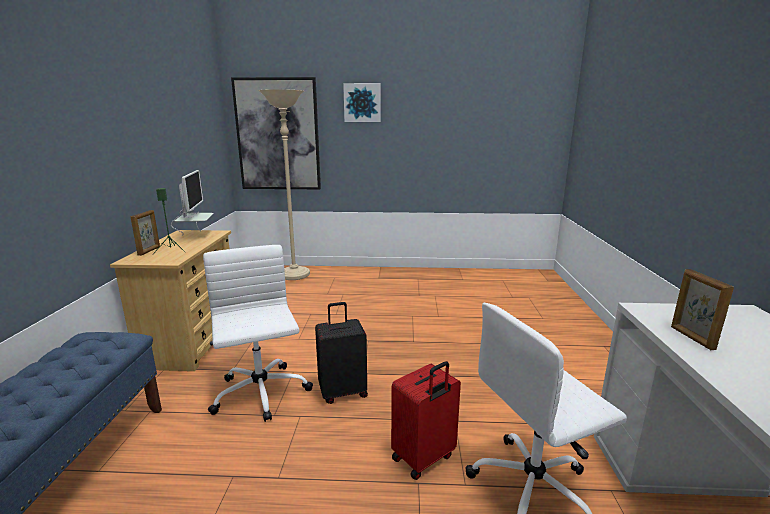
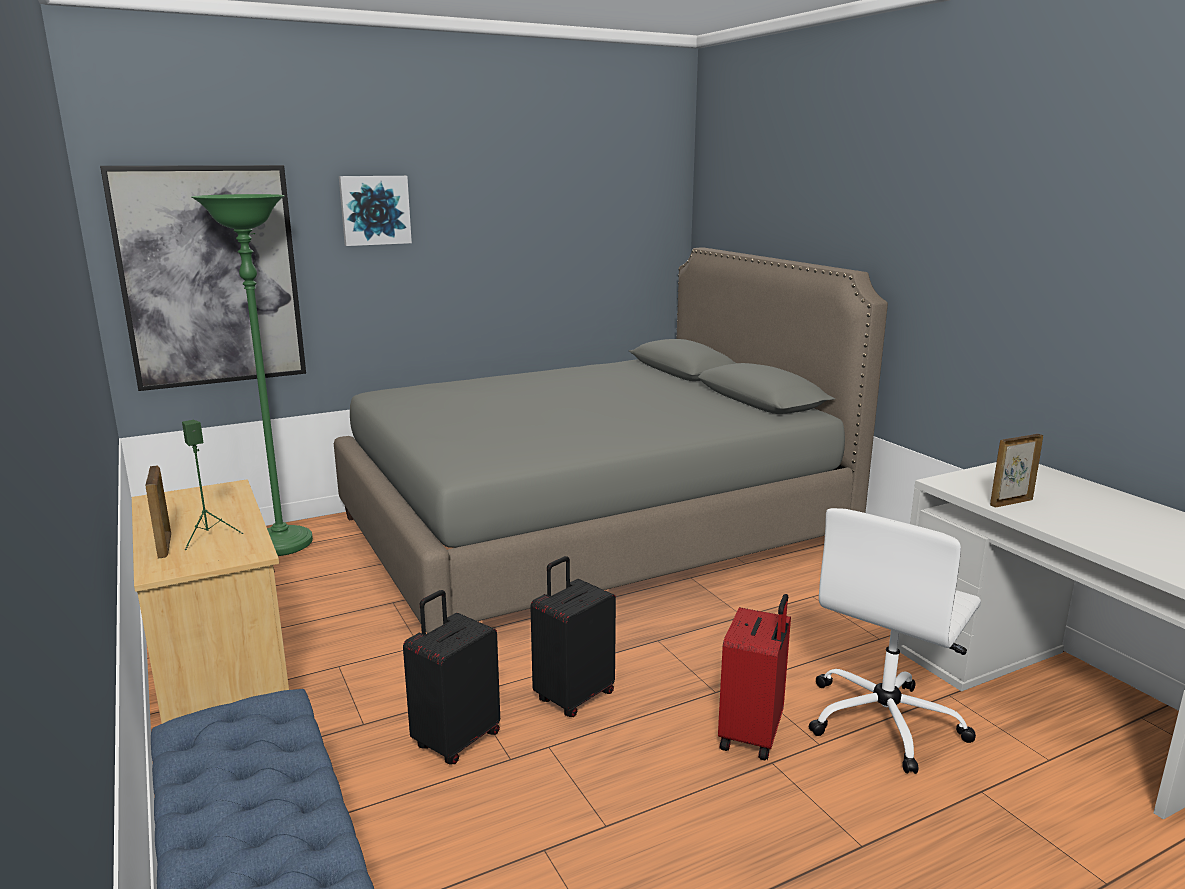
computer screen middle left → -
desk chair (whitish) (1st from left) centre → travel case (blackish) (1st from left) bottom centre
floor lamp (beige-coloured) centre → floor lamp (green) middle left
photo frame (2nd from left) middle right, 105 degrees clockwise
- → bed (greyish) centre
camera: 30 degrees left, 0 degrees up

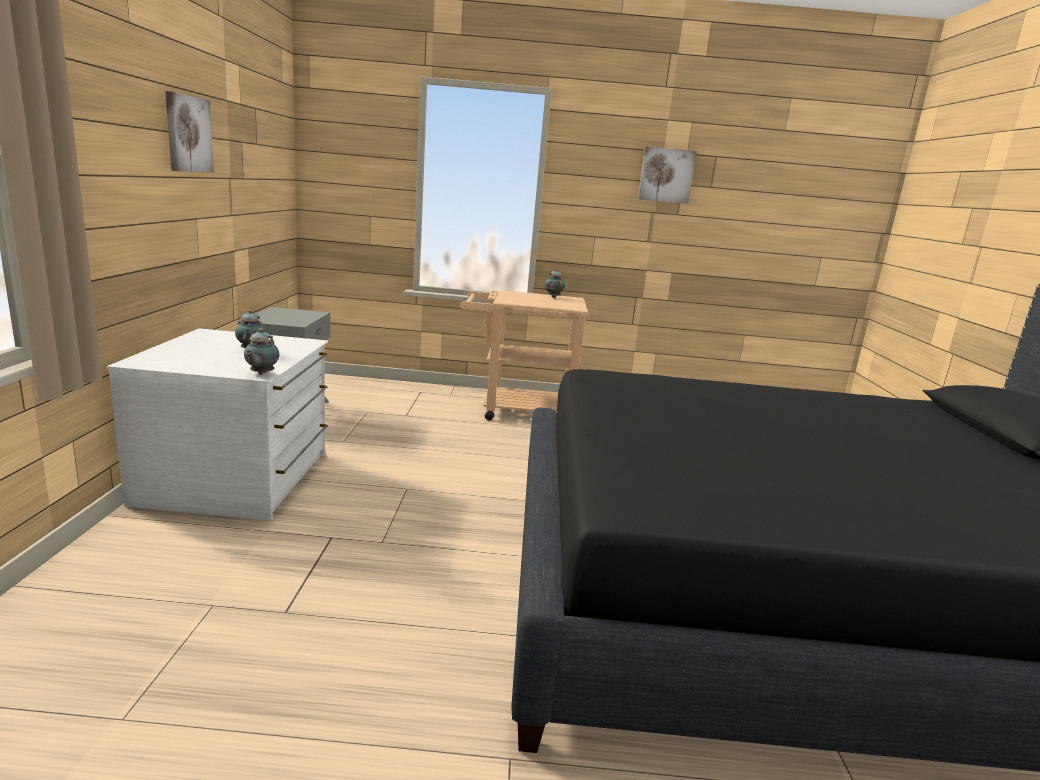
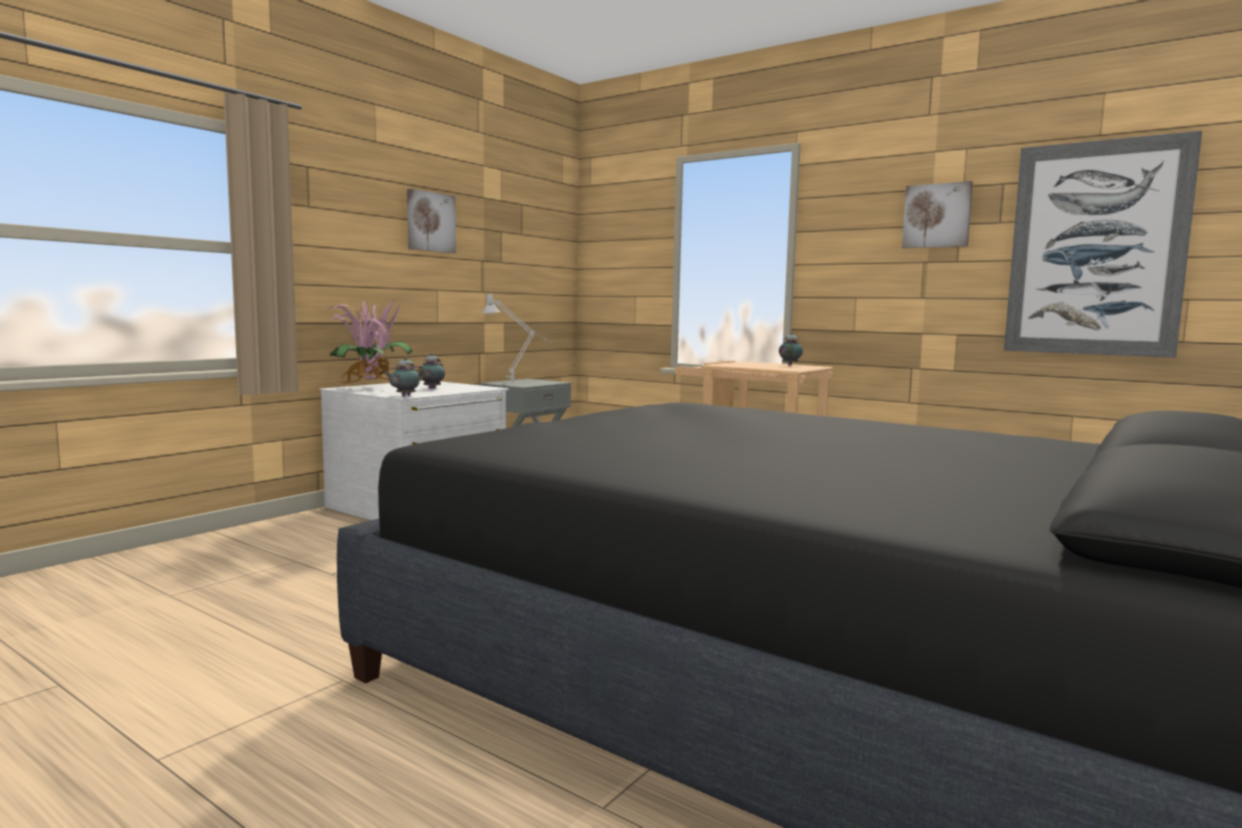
- → plant in a pot middle left
- → lamp for a table (greyish) centre
- → wall art (3rd from left) top right
camera: 35 degrees right, 10 degrees down

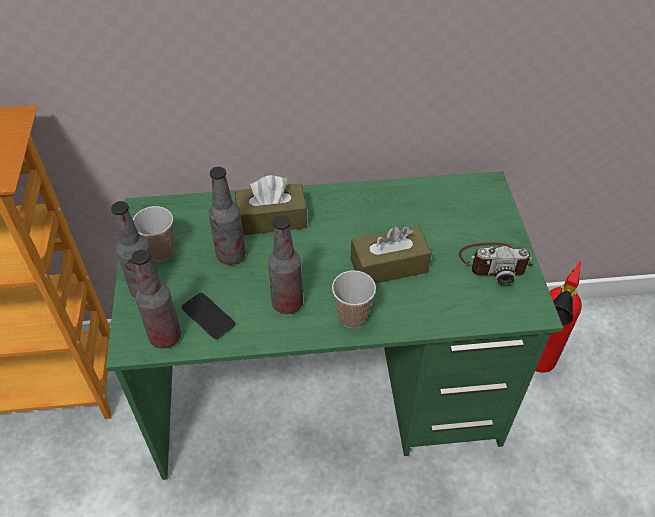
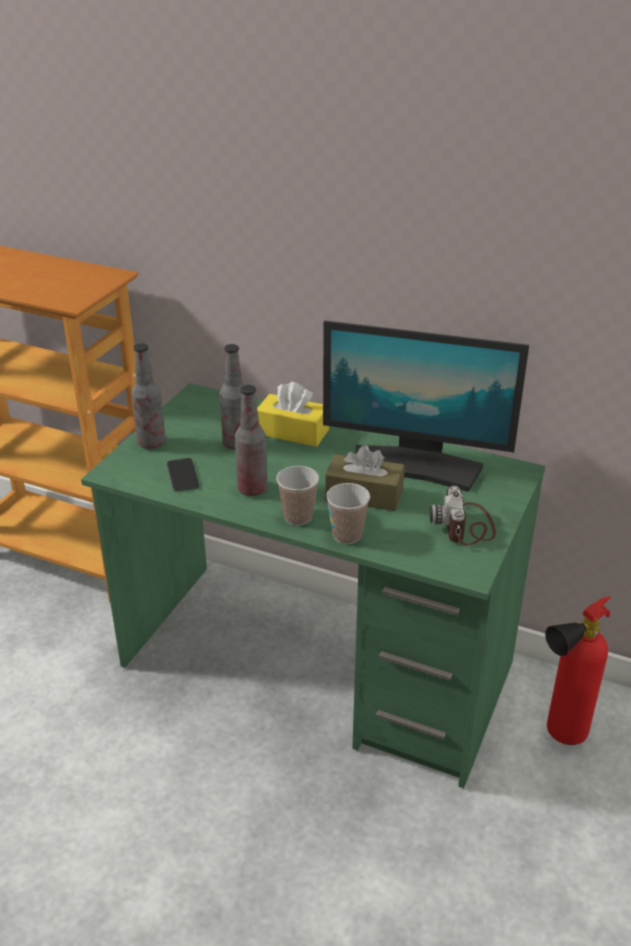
drink bottle (2nd from left) middle left → -
small cup (1st from left in the first image) middle left → small cup (2nd from left) centre, moved
tissue box (brown) (1st from left) centre → tissue box (yellow) centre
still camera middle right, 60 degrees clockwise
- → computer screen middle right
camera: 30 degrees right, 15 degrees down

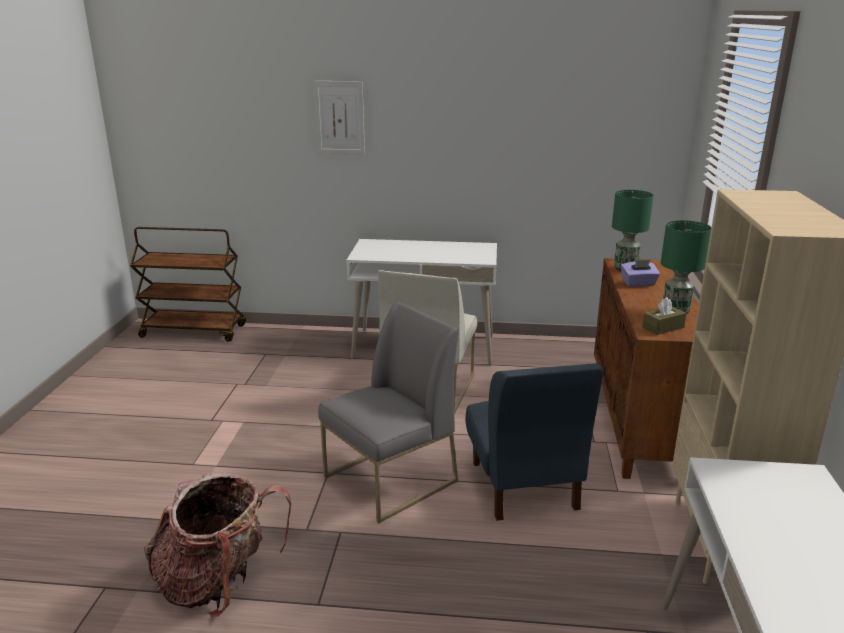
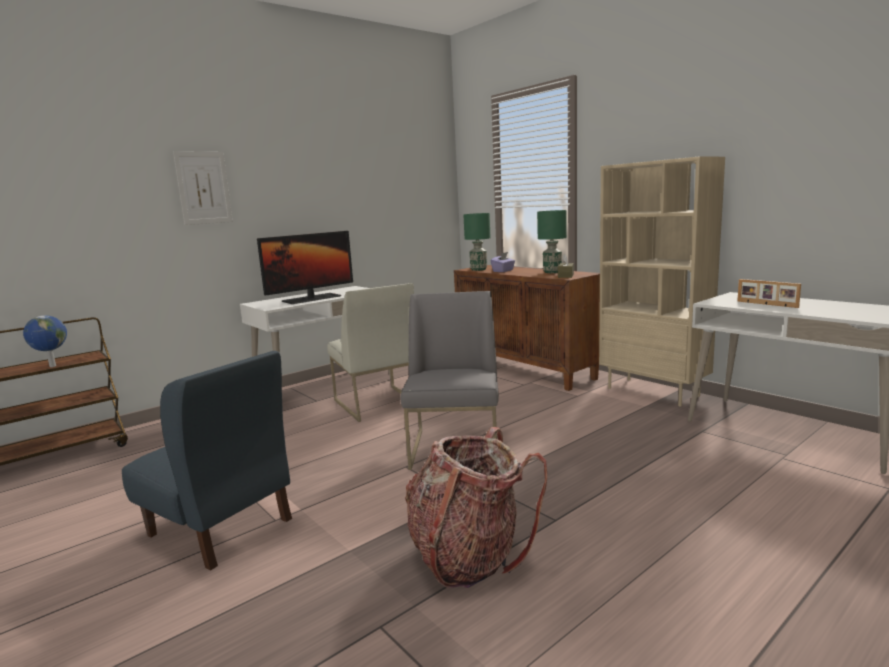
chair (blue) bottom centre → chair (blue) bottom left, moved
- → globe middle left
- → computer screen centre
- → photo frame middle right
camera: 45 degrees left, 10 degrees down

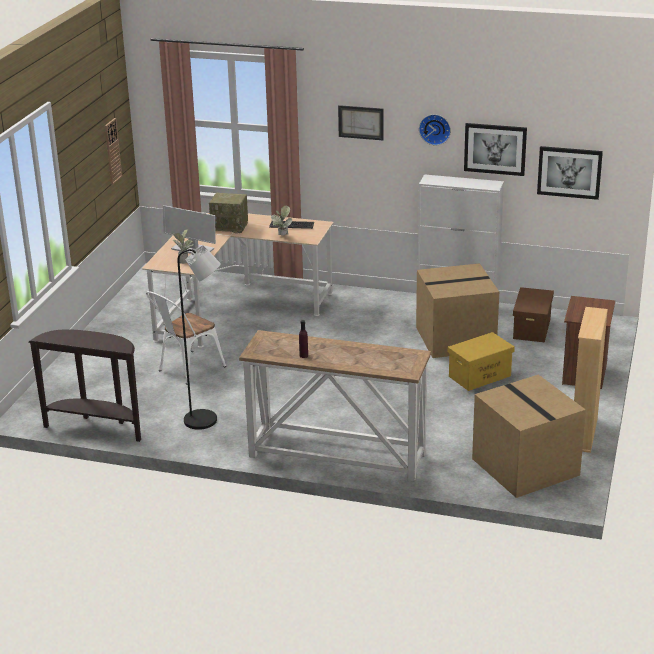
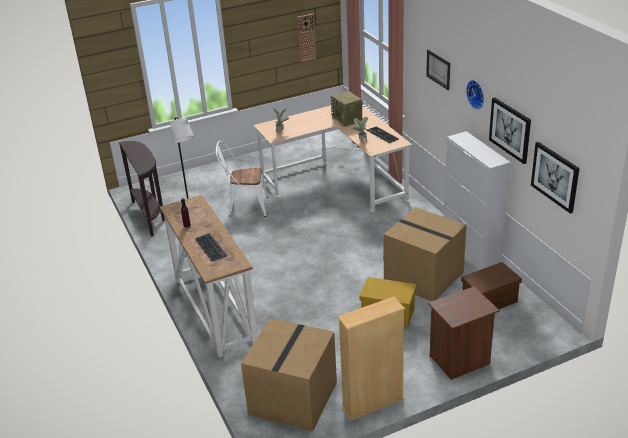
computer screen middle left → -
- → keyboard (1st from left) centre
camera: 50 degrees right, 5 degrees up

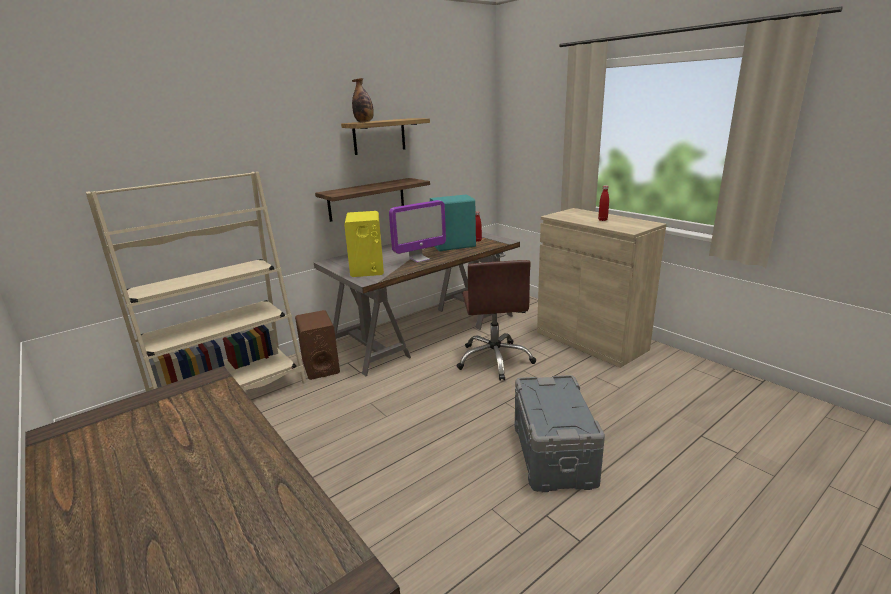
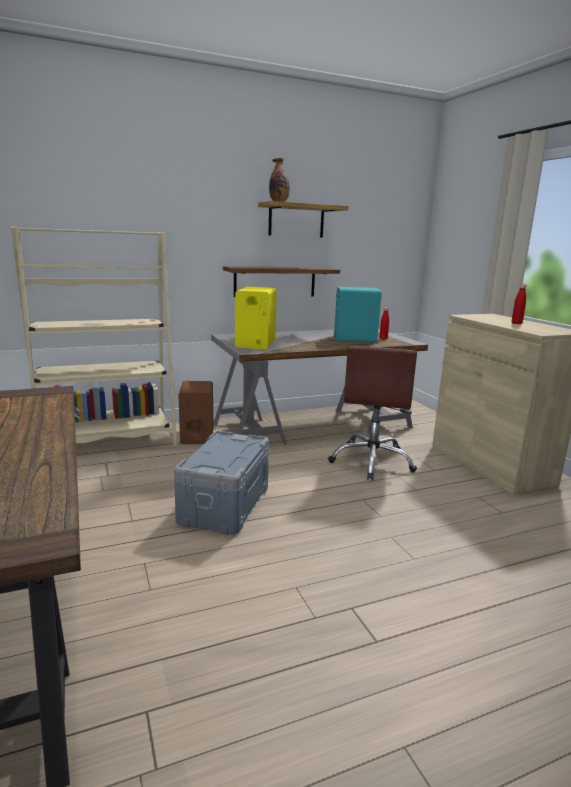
computer screen centre → -
storage box (greyish) bottom centre → storage box (greyish) centre, moved
camera: 15 degrees right, 5 degrees down

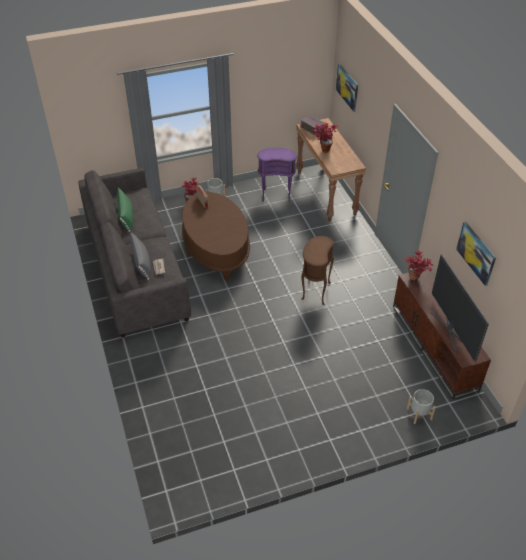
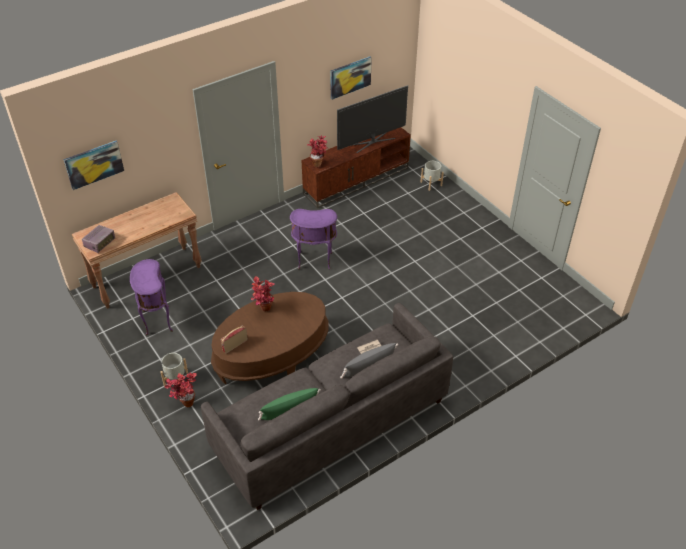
side table (brown) centre → side table (purple-coloured) (2nd from left) centre
plant in a pot (2nd from left) top centre → plant in a pot (2nd from left) centre, moved
camera: 105 degrees left, 0 degrees up

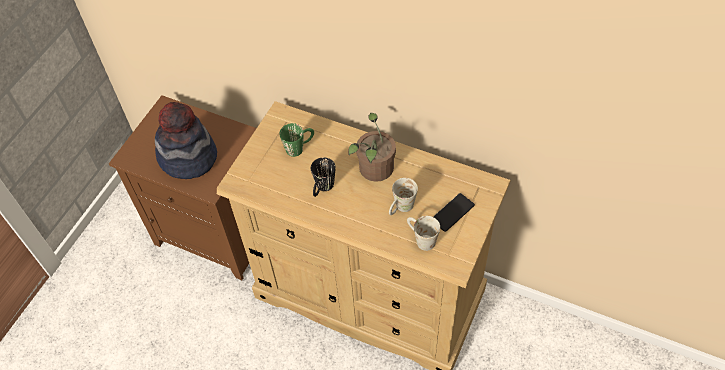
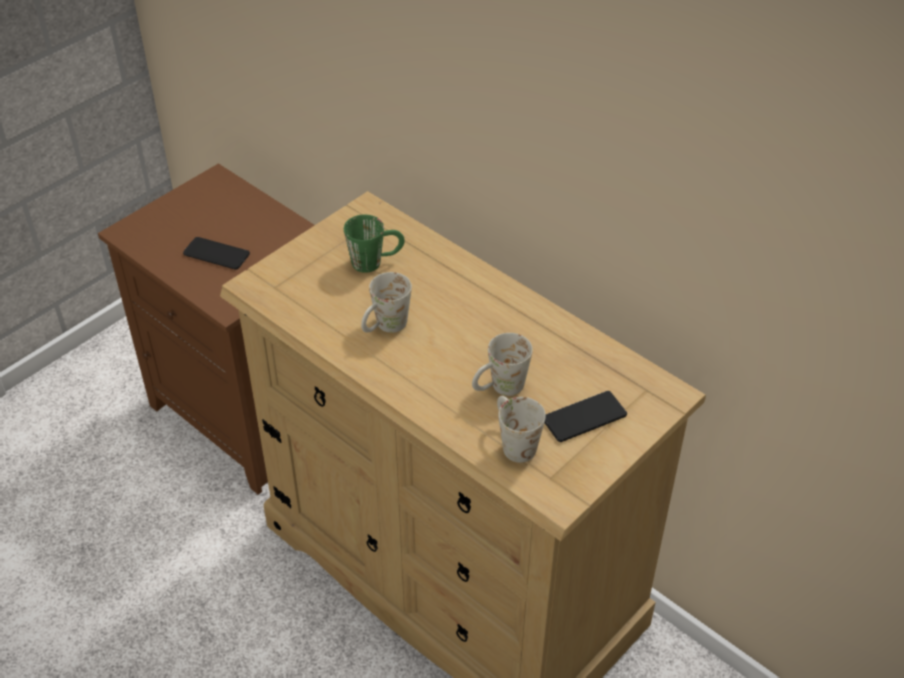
hat middle left → handset (1st from left) middle left
coffee mug (blackish) centre → coffee mug (whitish) (1st from left) centre
plant in a pot centre → -
camera: 15 degrees right, 10 degrees down

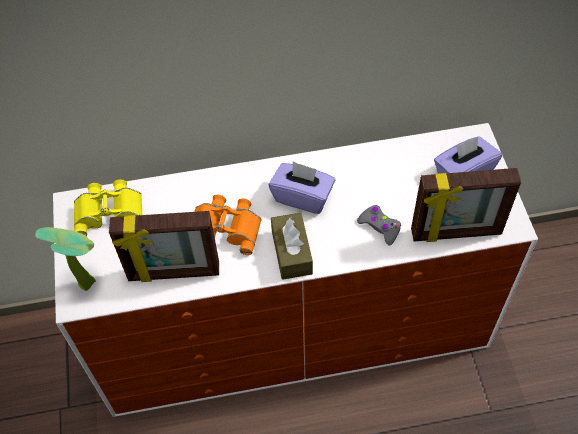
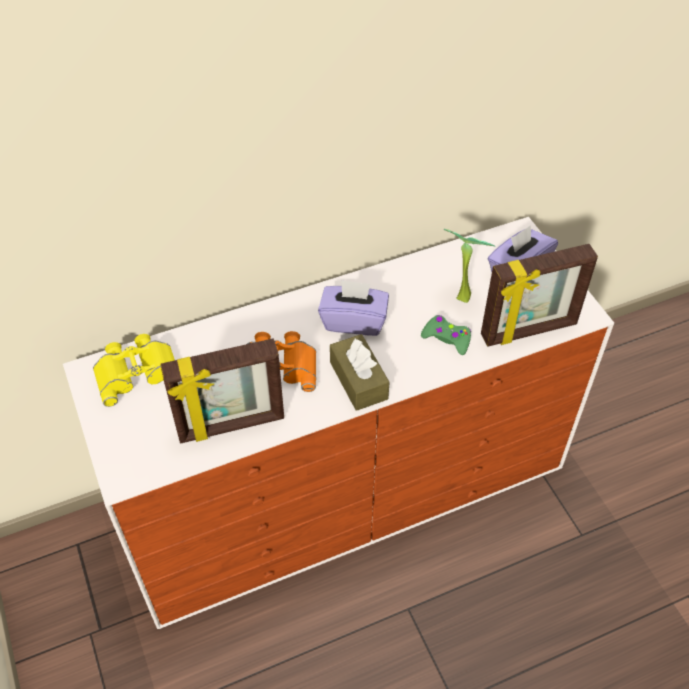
plant in a pot middle left → plant in a pot middle right, moved
joypad (greyish) centre → joypad (green) centre
camera: 15 degrees left, 5 degrees down

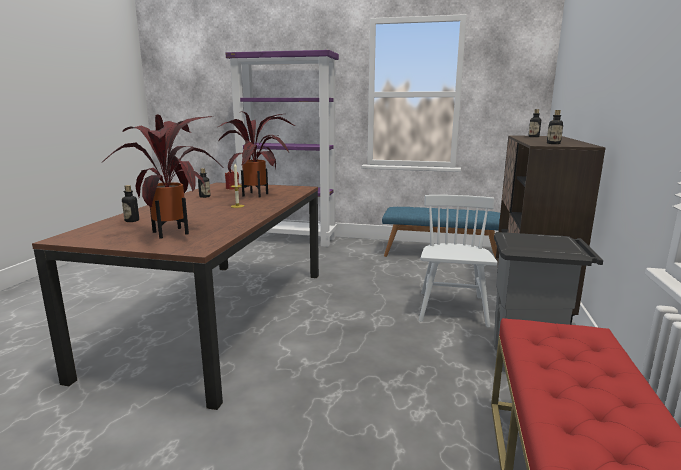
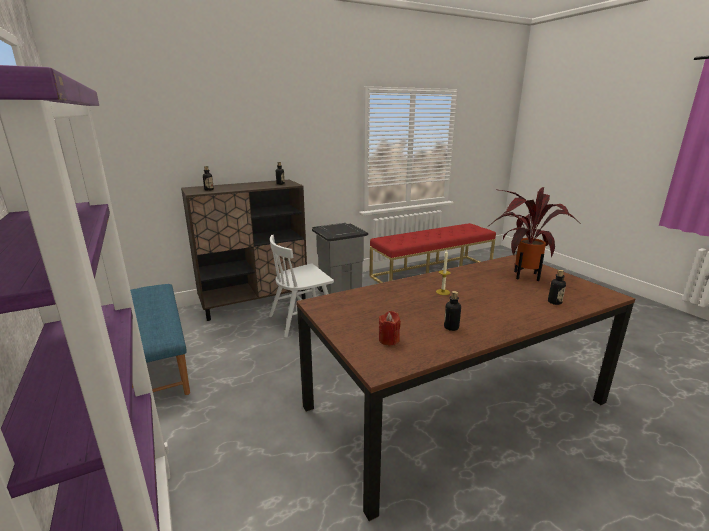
plant in a pot (2nd from left) top centre → -
camera: 130 degrees left, 5 degrees up

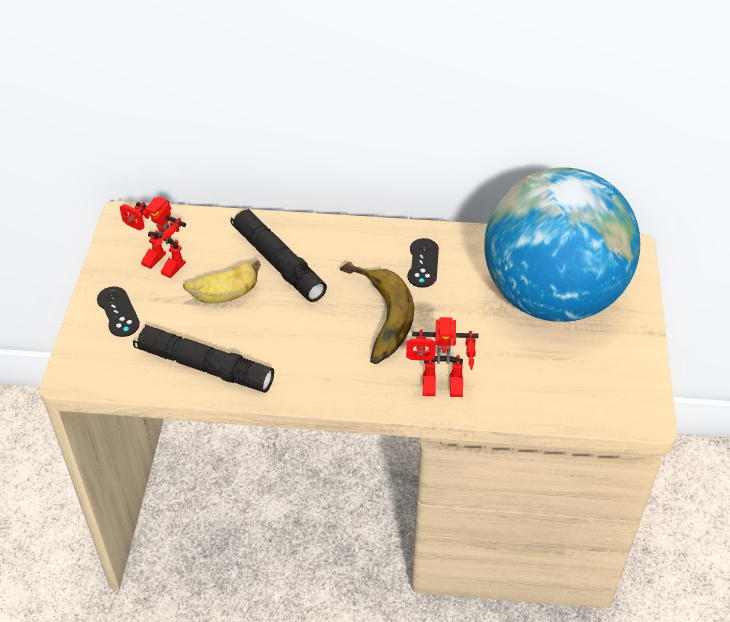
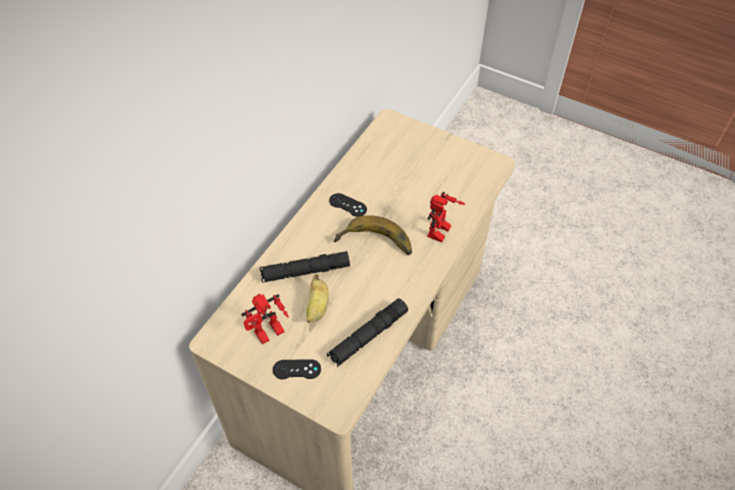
globe middle right → -
camera: 65 degrees left, 5 degrees up

